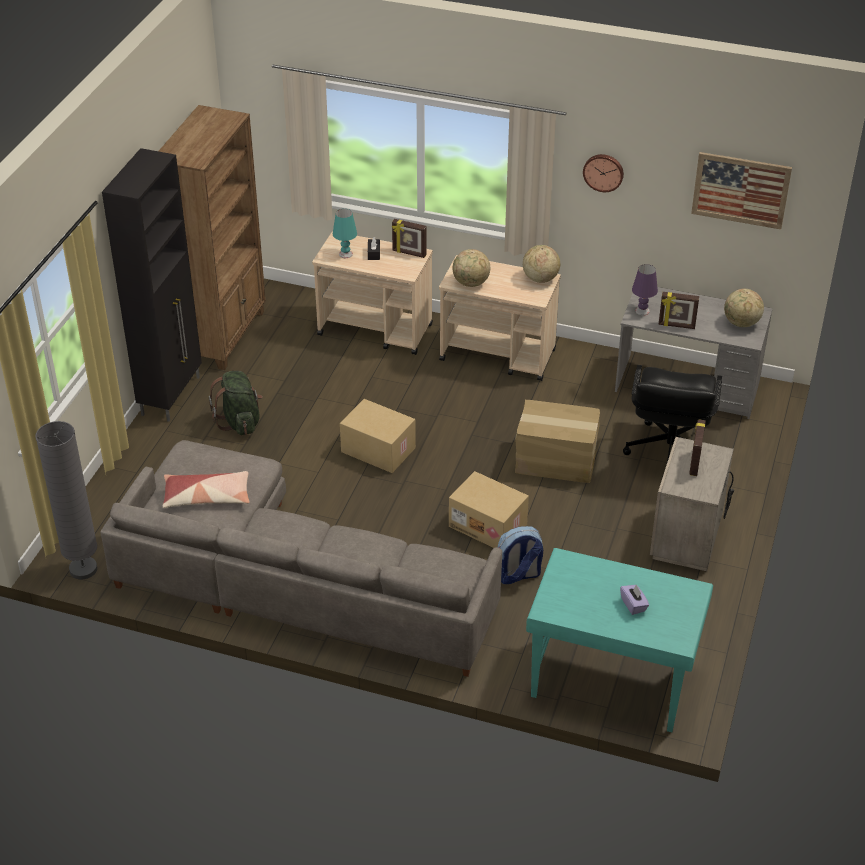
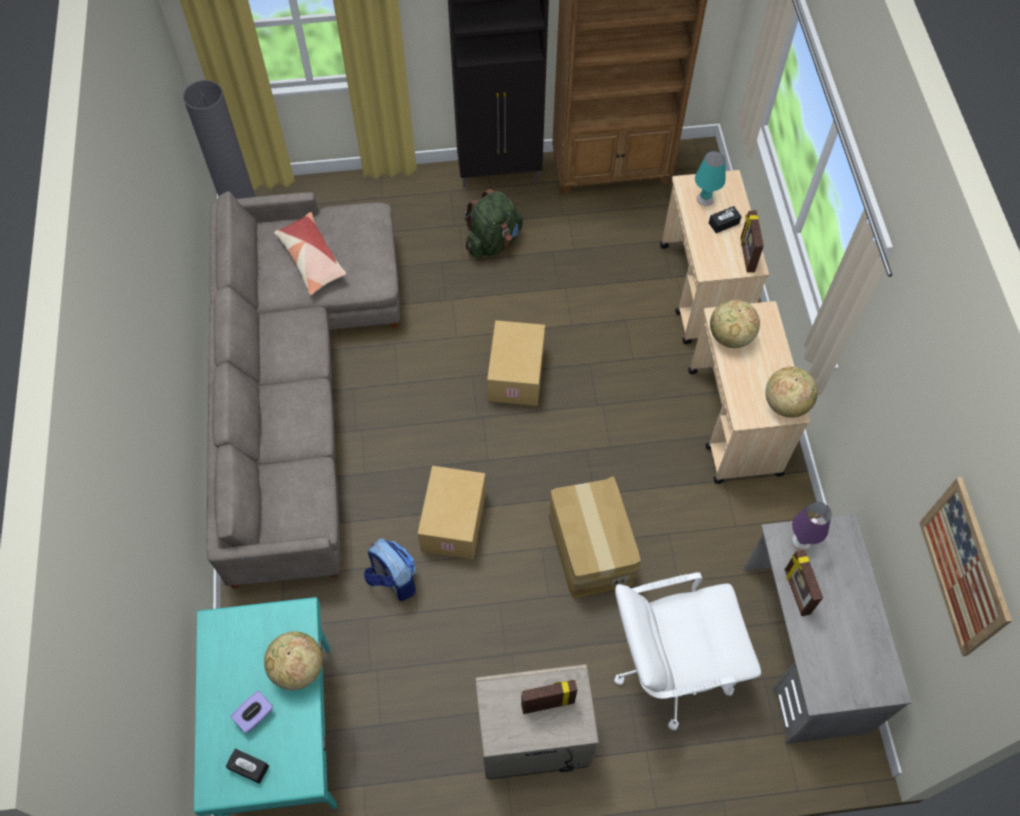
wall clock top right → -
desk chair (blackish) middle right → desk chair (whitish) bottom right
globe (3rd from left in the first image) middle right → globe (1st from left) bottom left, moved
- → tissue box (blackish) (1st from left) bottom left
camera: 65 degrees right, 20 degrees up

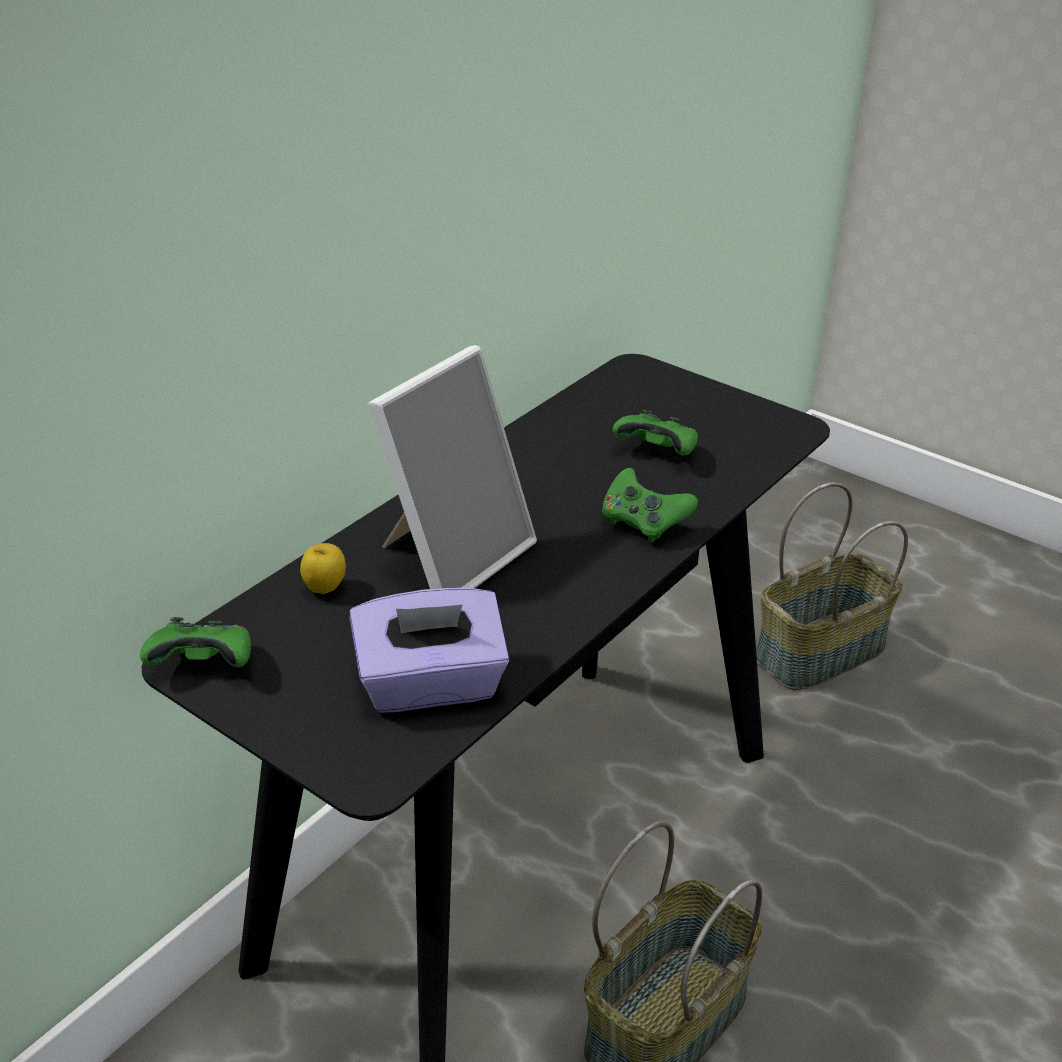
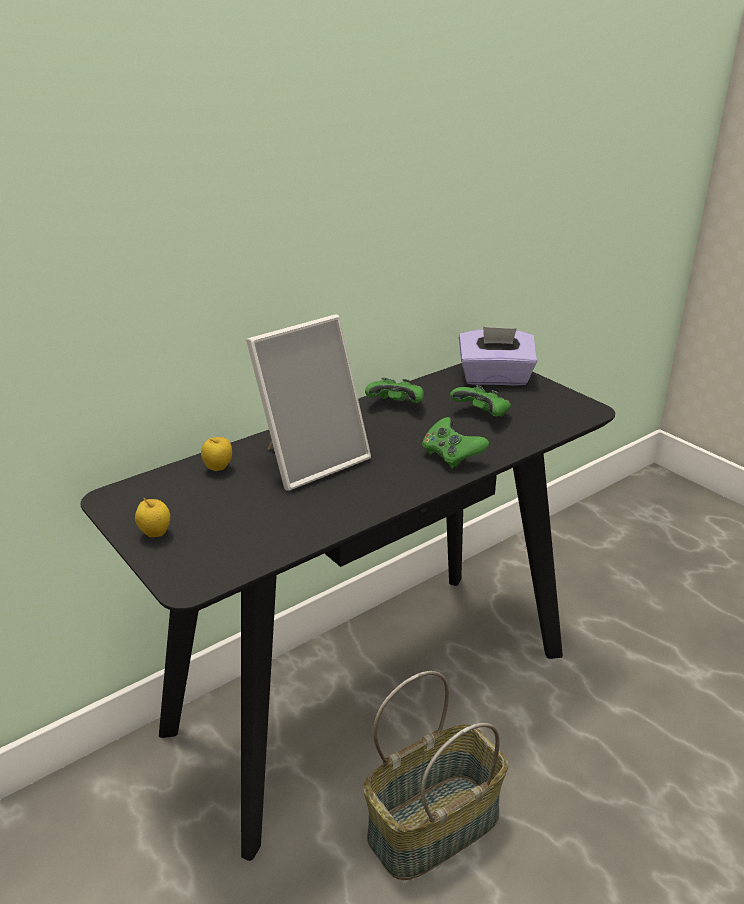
joypad (green) (1st from left) middle left → joypad (green) (1st from left) centre, moved
tissue box (purple-coloured) centre → tissue box (purple-coloured) middle right, moved
storage basket (2nd from left) middle right → -
- → apple (1st from left) middle left
camera: 15 degrees right, 5 degrees down

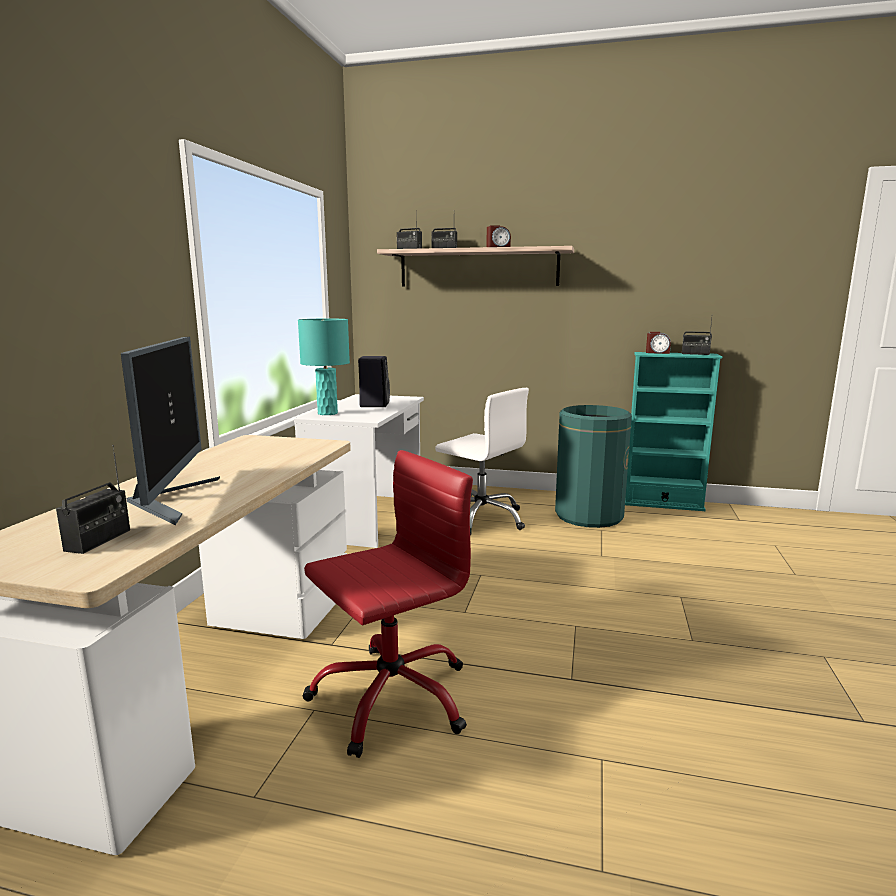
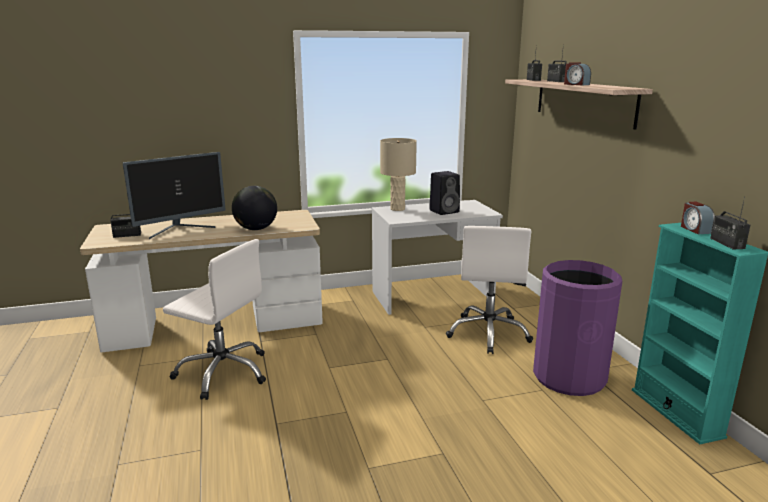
lamp for a table (blue-green) centre → lamp for a table (beige-coloured) centre
desk chair (red) bottom centre → desk chair (whitish) (1st from left) middle left
waste bin (green) centre → waste bin (purple-coloured) middle right
- → globe middle left
camera: 60 degrees right, 5 degrees up

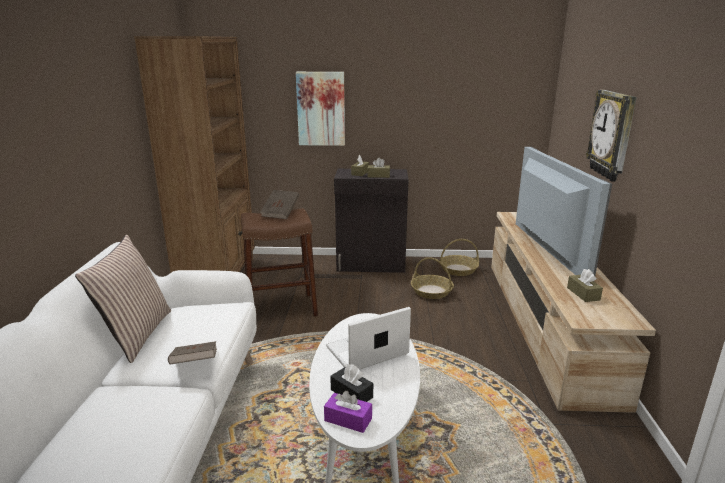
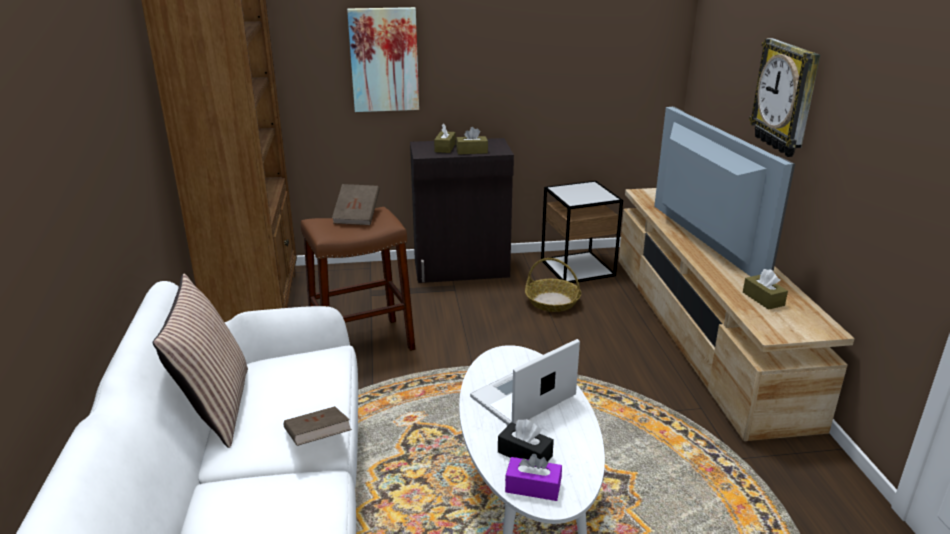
storage basket (2nd from left) centre → side table centre
camera: 10 degrees left, 5 degrees up

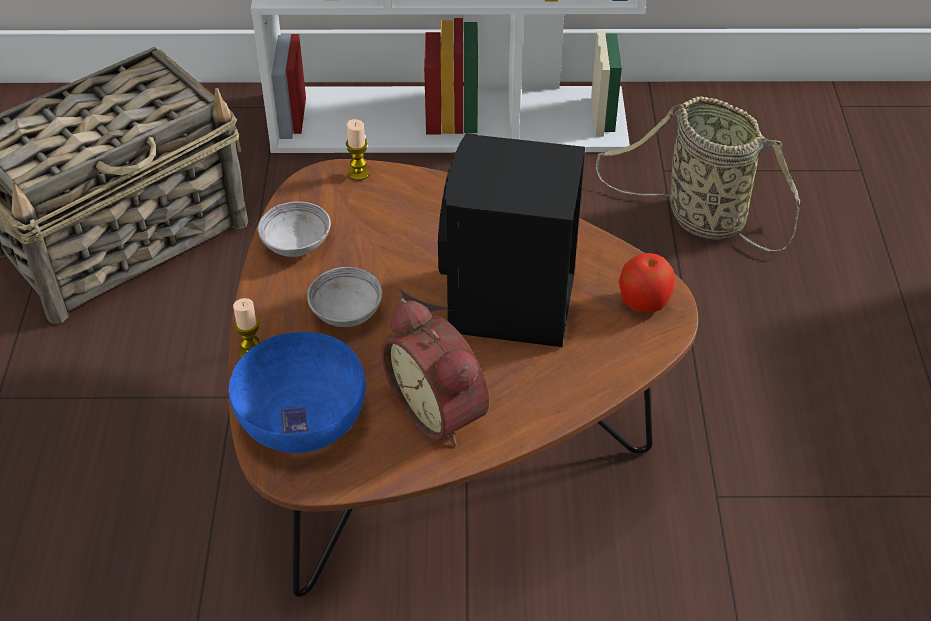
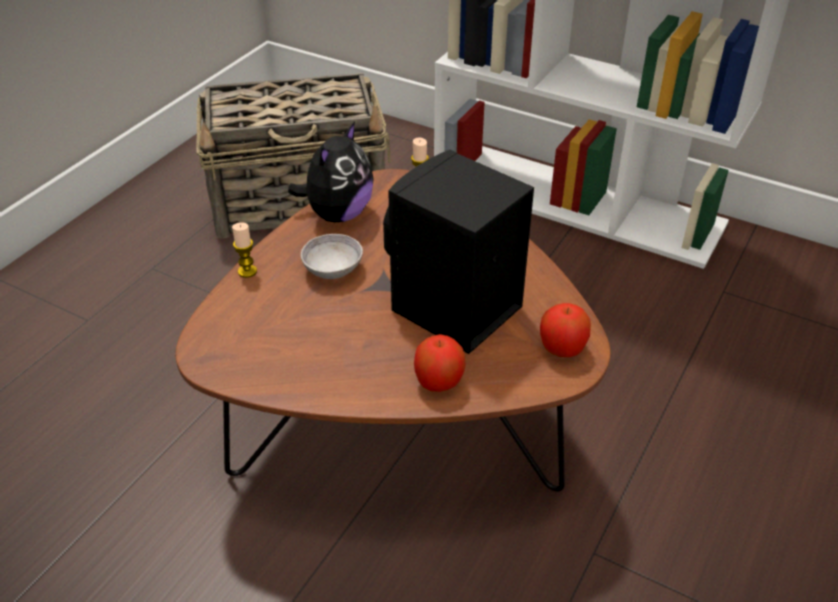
deep dish (blue) middle left → -
deep dish (greyish) (1st from left) middle left → soft toy top centre
table clock centre → -
storage basket (2nd from left) top right → -
- → apple (1st from left) centre
camera: 30 degrees right, 5 degrees down

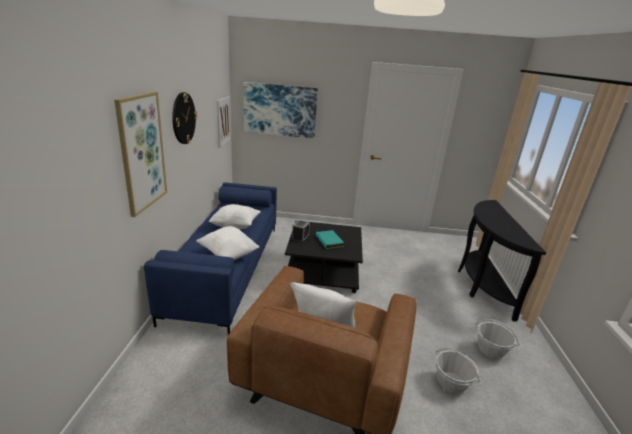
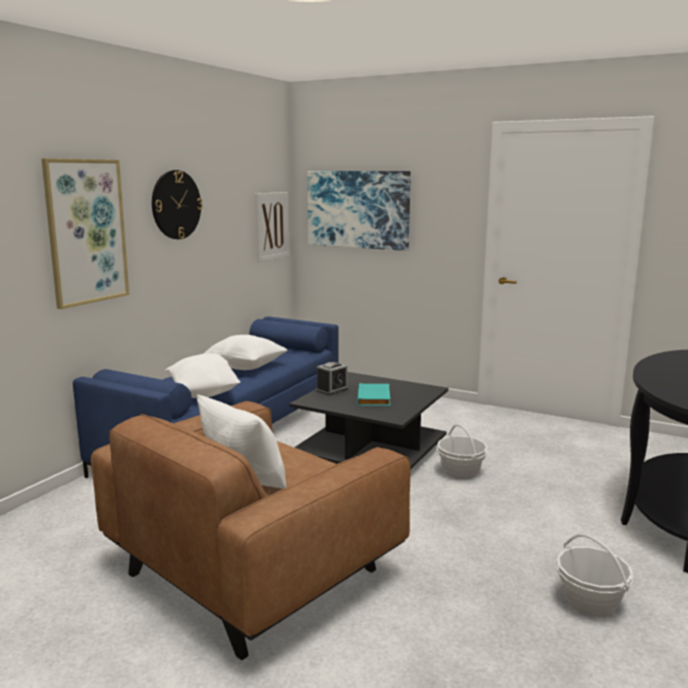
storage basket (1st from left) bottom right → storage basket (1st from left) middle right, moved
camera: 25 degrees right, 10 degrees down

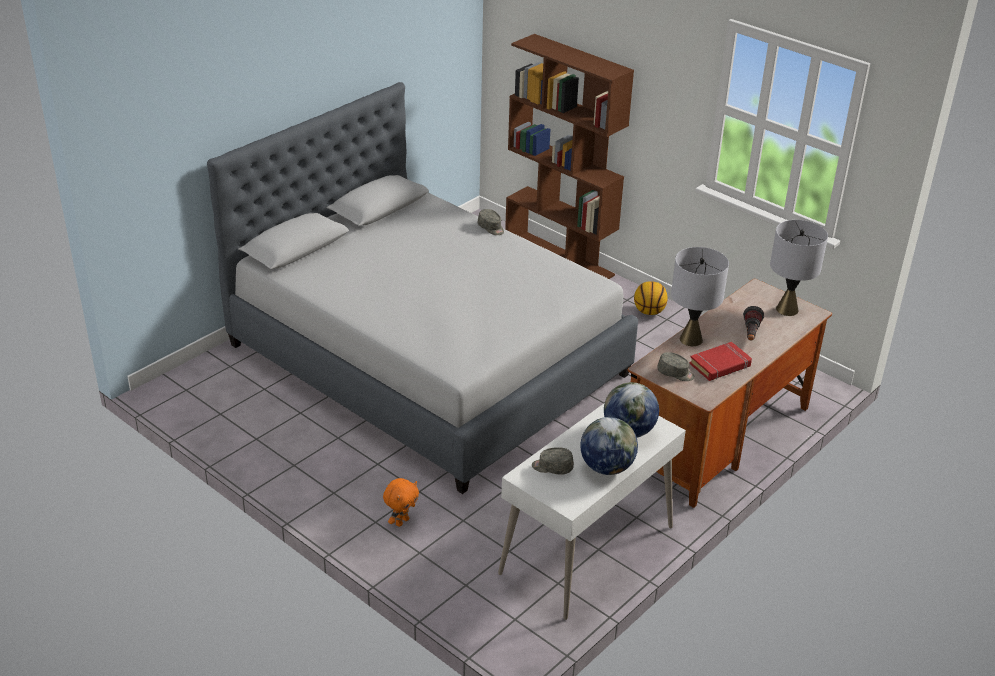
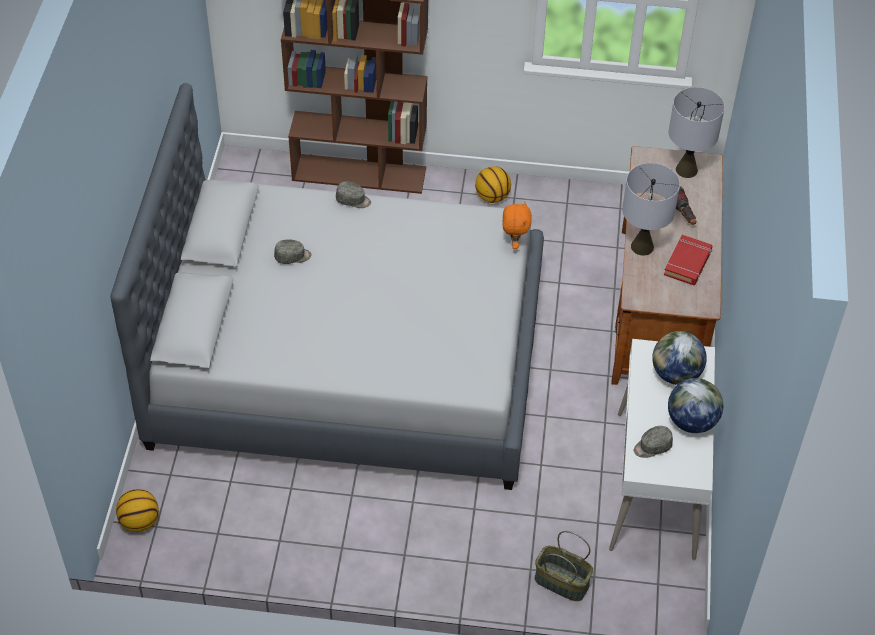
soft toy (orange-coloured) bottom centre → soft toy (orange-coloured) centre, moved
baseball cap (greyish) (3rd from left in the first image) middle right → baseball cap (greyish) (1st from left) centre, moved
- → basketball (1st from left) bottom left
- → storage basket bottom centre
camera: 35 degrees left, 15 degrees up

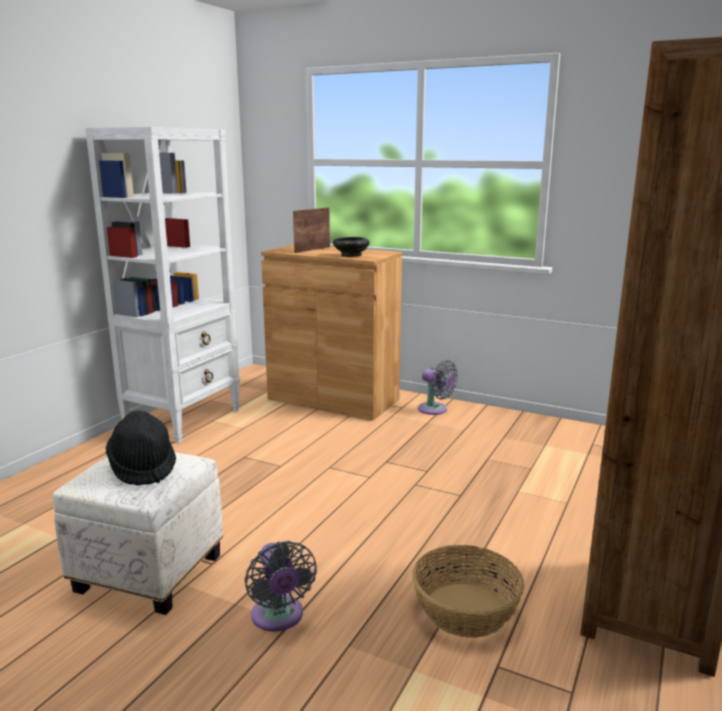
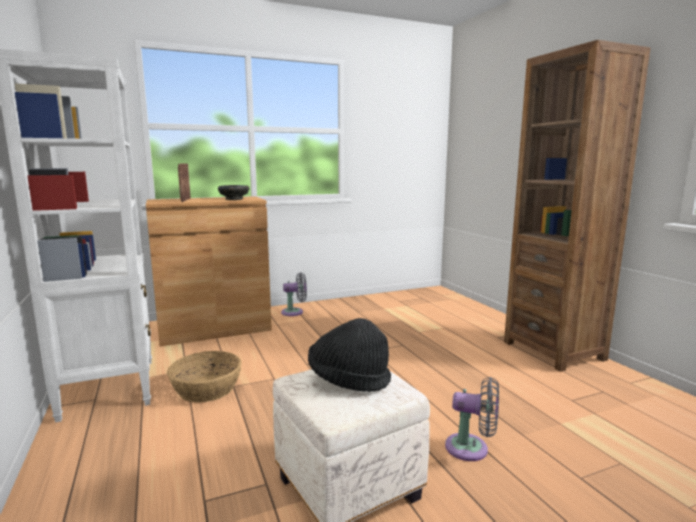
storage basket bottom centre → storage basket bottom left, moved
camera: 50 degrees left, 5 degrees down

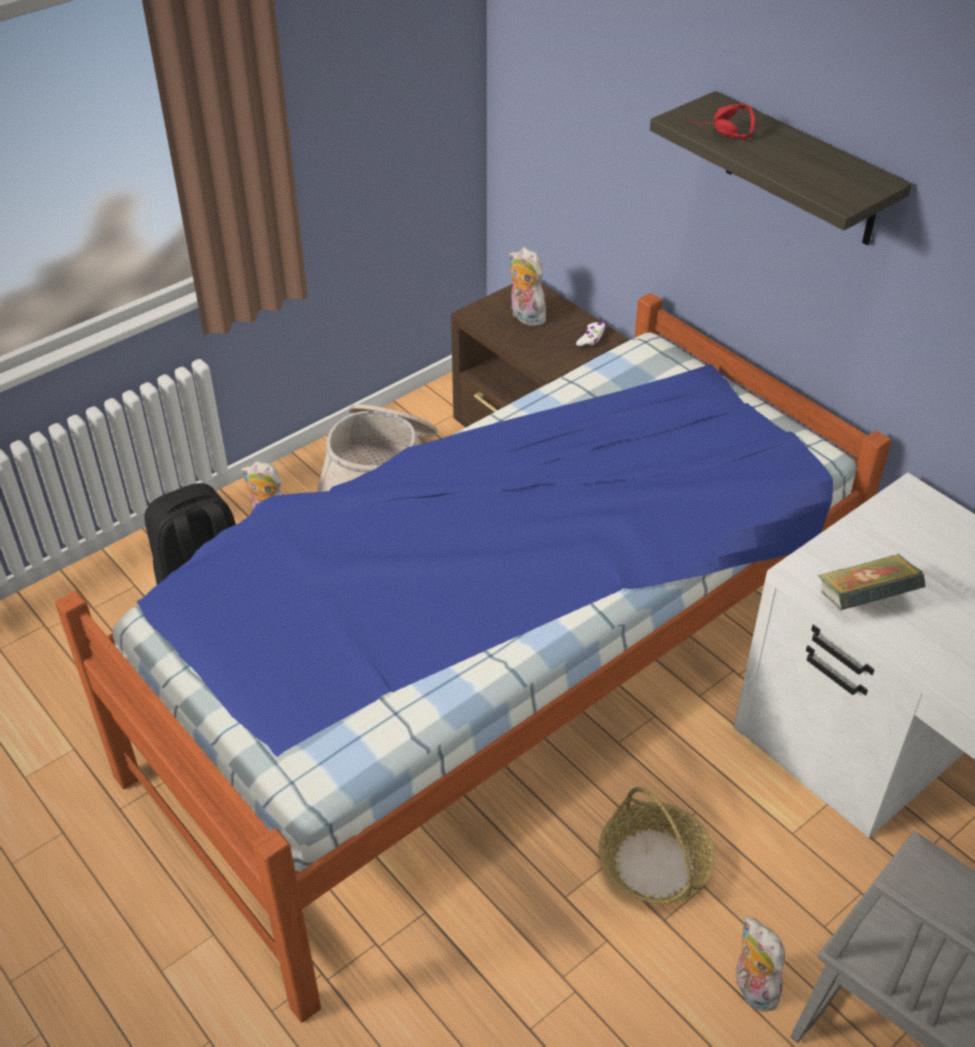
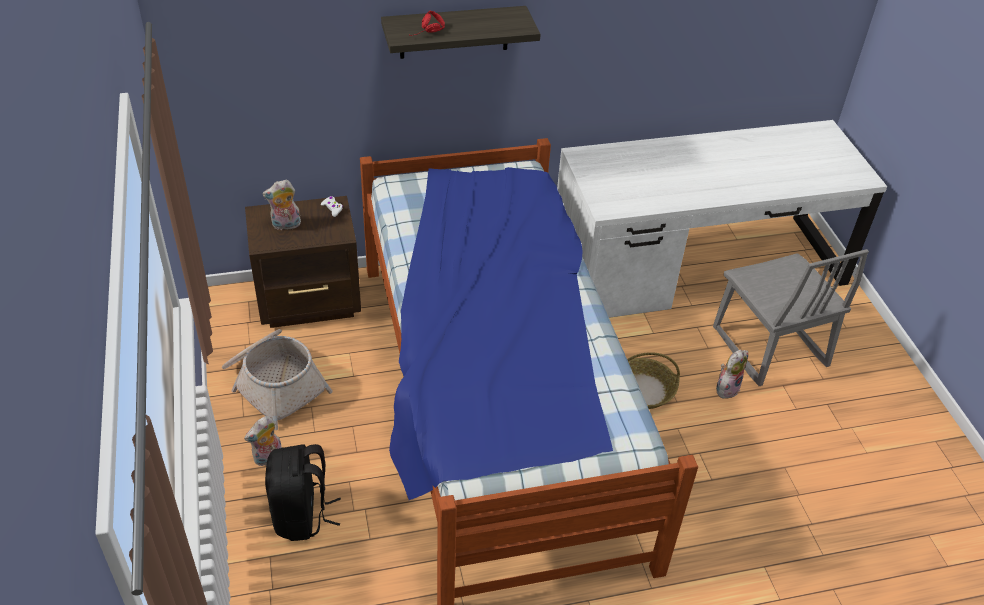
soft toy (3rd from left) bottom right → soft toy (3rd from left) middle right, 135 degrees clockwise
book middle right → -
camera: 65 degrees left, 0 degrees up

